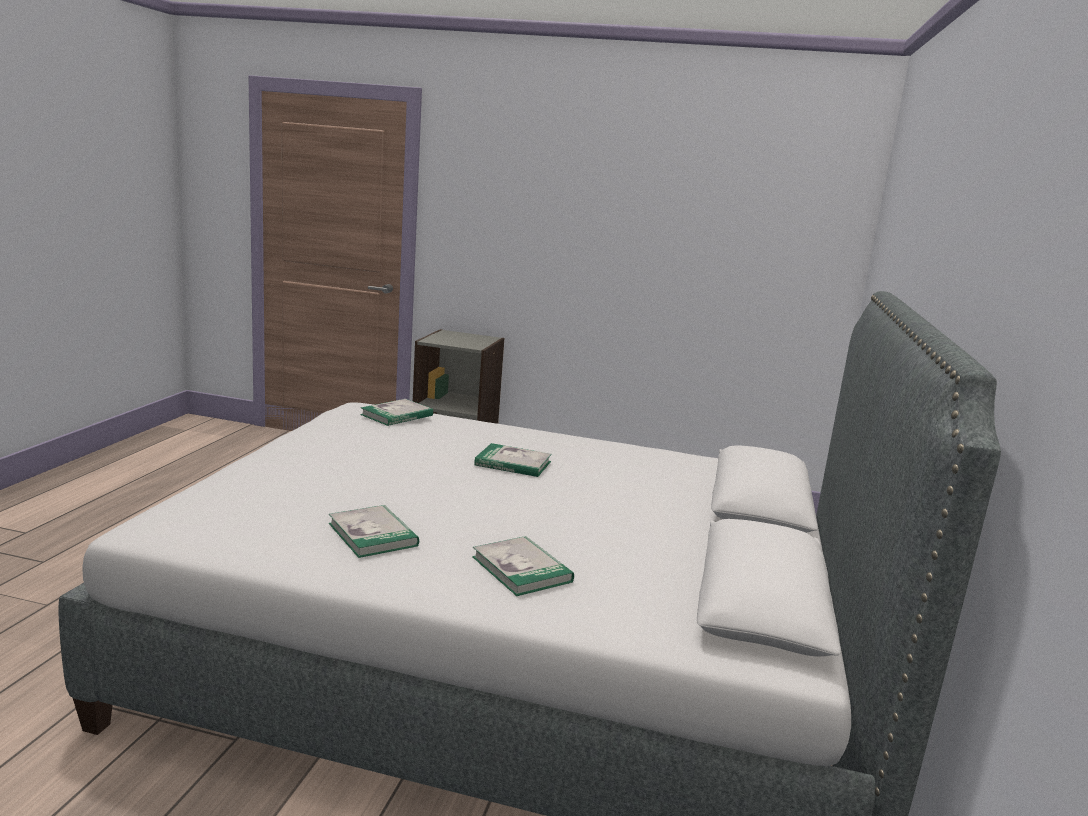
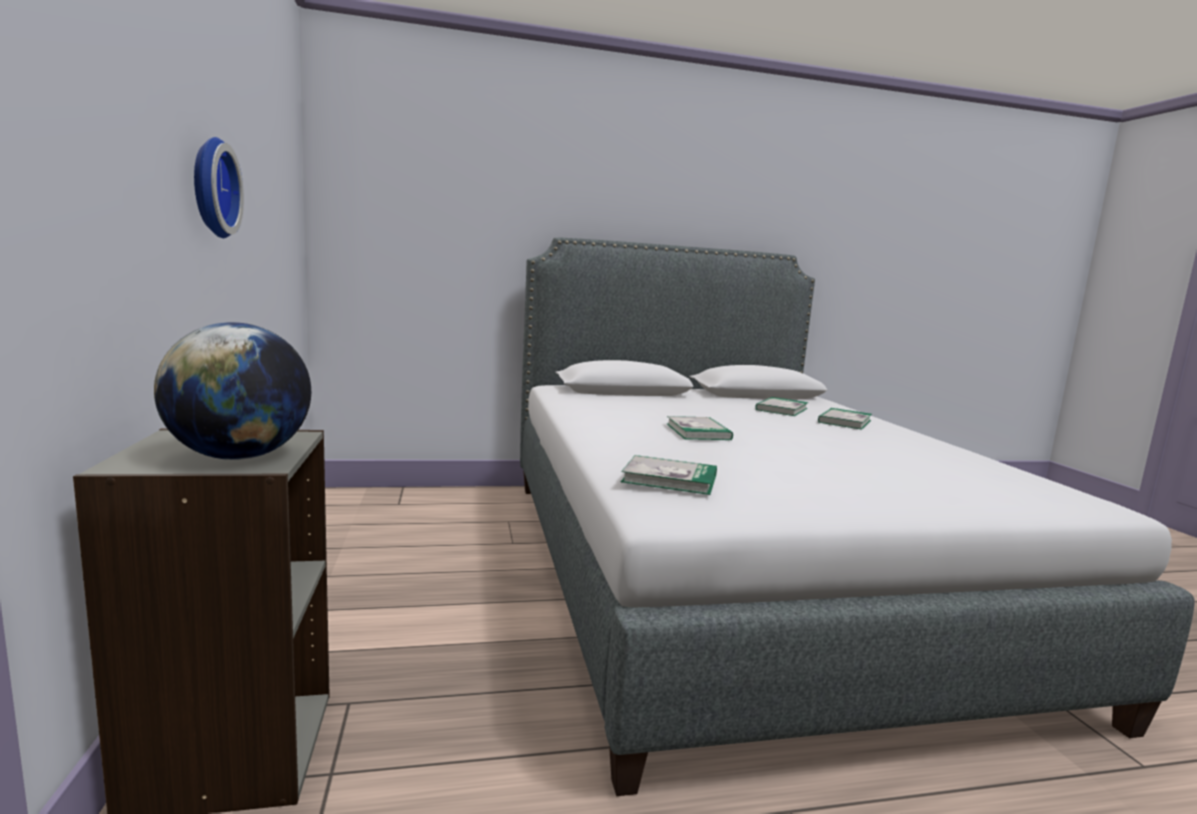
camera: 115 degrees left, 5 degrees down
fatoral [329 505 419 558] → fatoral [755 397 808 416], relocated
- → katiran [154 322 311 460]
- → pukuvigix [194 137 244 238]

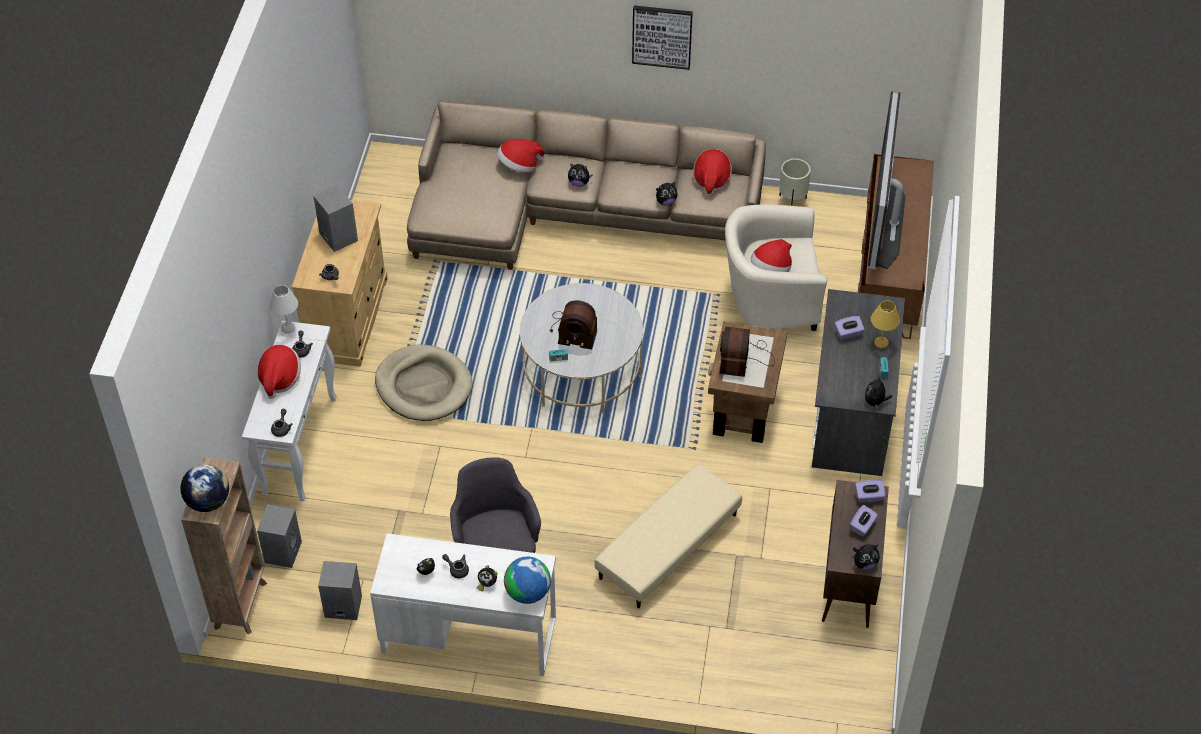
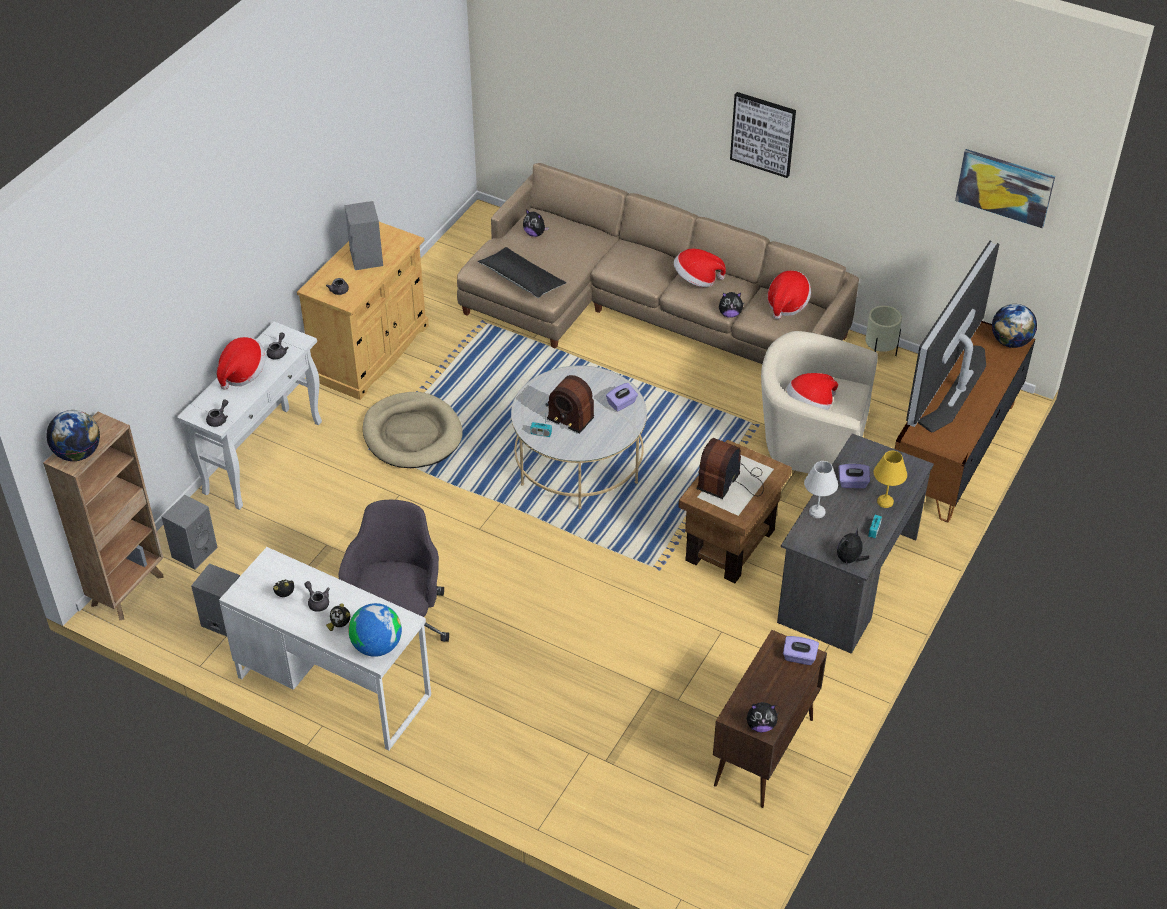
camera: 20 degrees right, 5 degrees down
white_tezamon [269 285 298 333] → white_tezamon [804 461 838 518], relocated
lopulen [497 139 544 172] → lopulen [674 249 726 287], relocated
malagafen [568 164 593 187] → malagafen [523 209 549 237], relocated
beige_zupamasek [595 465 742 608] → -
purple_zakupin [850 505 878 537] → purple_zakupin [606 383 638 412], relocated
- → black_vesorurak [477 247 566 298]
- → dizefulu [955 149 1055 228]
- → katiran [992 304 1037 348]

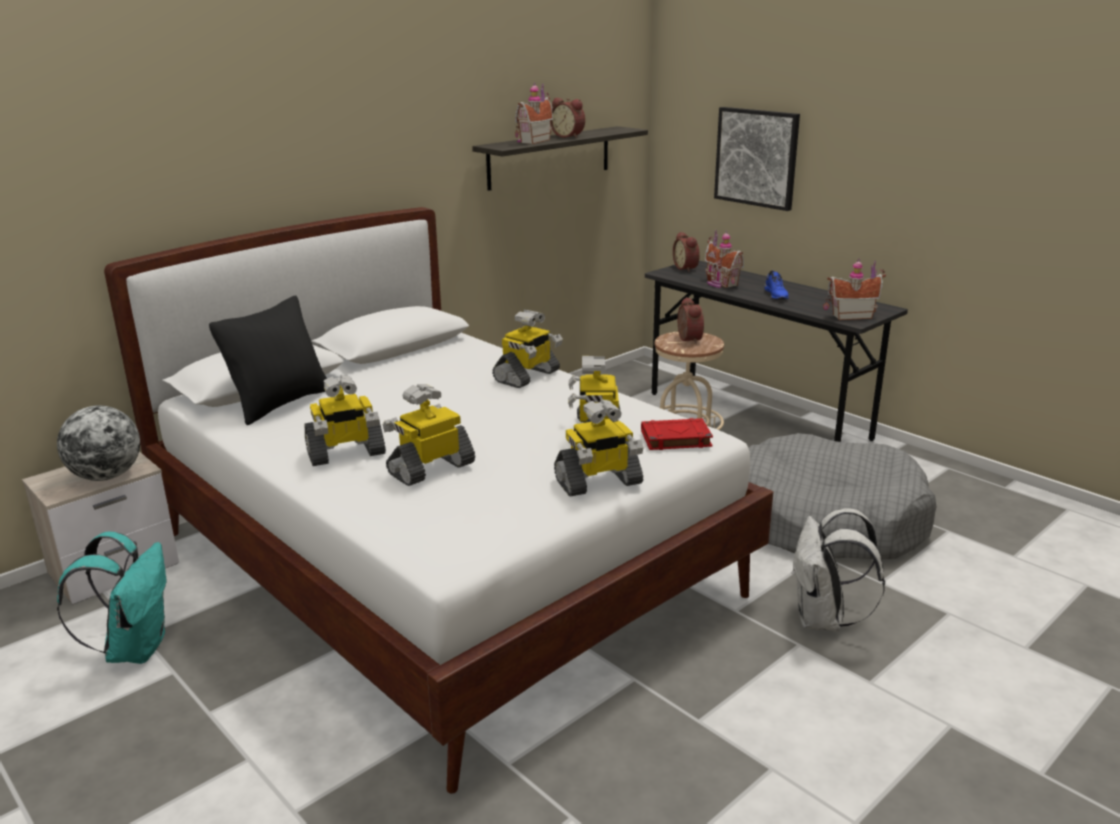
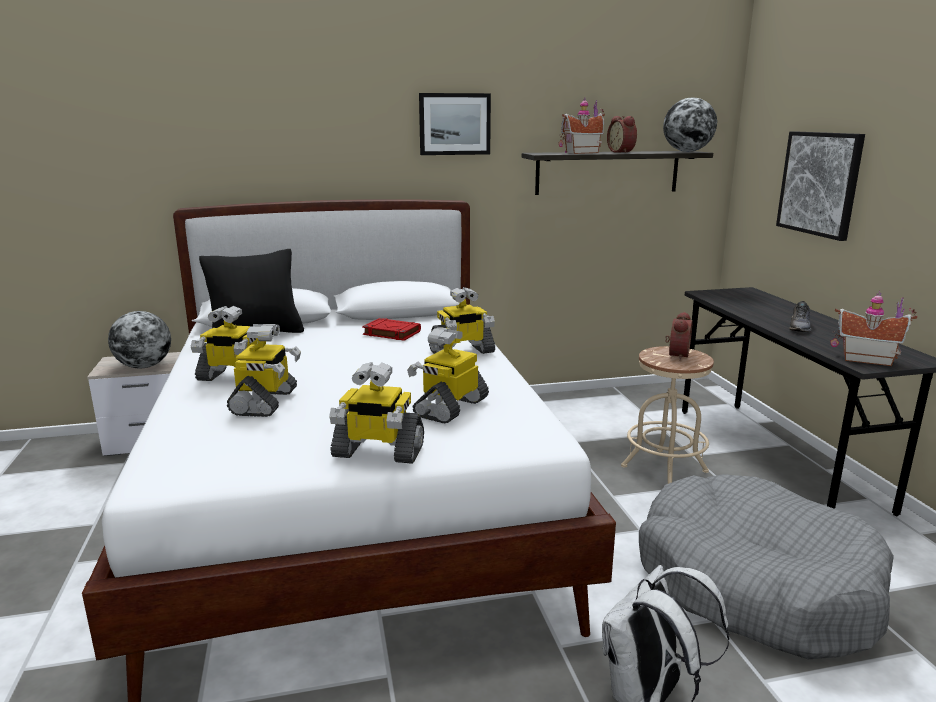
camera: 30 degrees right, 5 degrees down
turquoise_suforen [57 532 166 664] → -
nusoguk [383 384 475 486] → nusoguk [227 324 301 417], 105 degrees clockwise
red_fatoral [641 418 713 450] → red_fatoral [362 318 421 341], relocated
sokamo [673 232 700 272] → -
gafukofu [705 230 744 288] → -
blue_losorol [764 271 789 300] → grey_losorol [789 301 811 332]
- → dizefulu [419 93 491 155]
- → katiran [663 97 717 152]

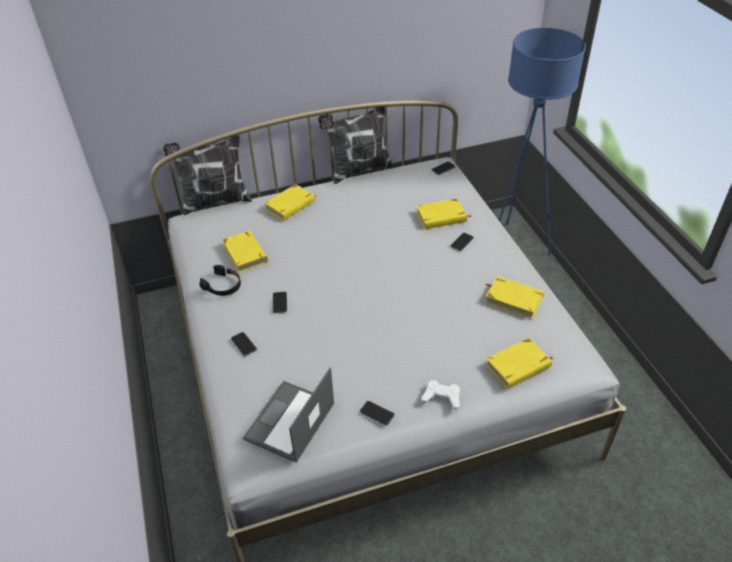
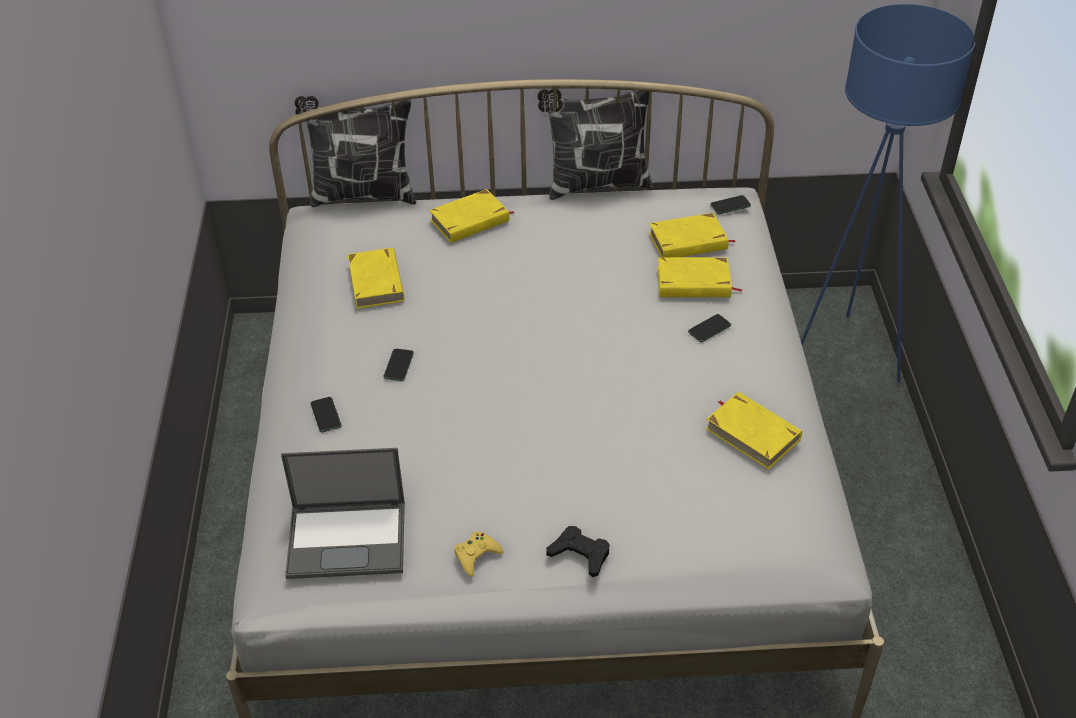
camera: 15 degrees right, 0 degrees up
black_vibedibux [199 265 241 296] → -
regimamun [243 368 334 463] → regimamun [281 448 405 579], 135 degrees counterclockwise
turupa [360 401 395 425] → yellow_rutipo [454 531 503 577]
white_rutipo [421 380 460 410] → black_rutipo [546 526 609 577]
yellow_fatoral [485 338 553 389] → yellow_fatoral [649 213 735 257], relocated

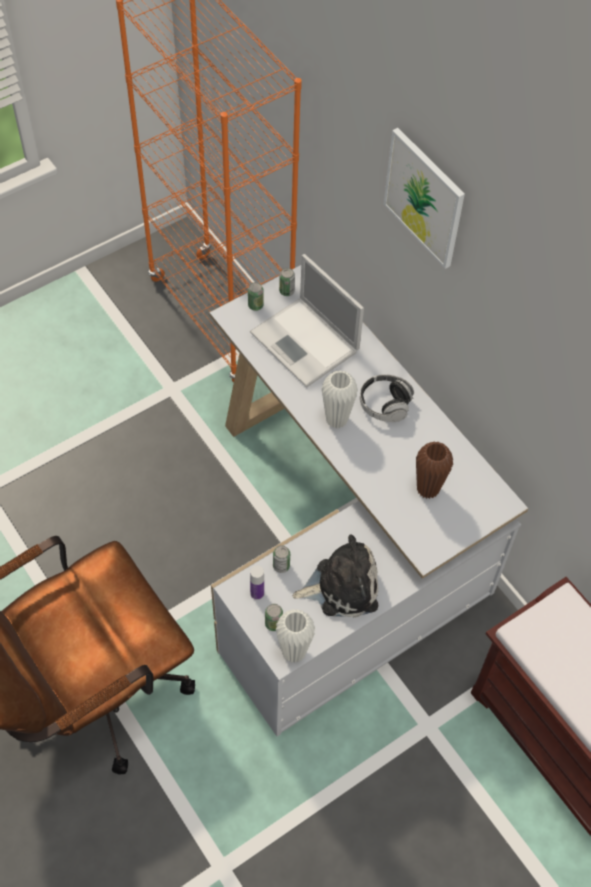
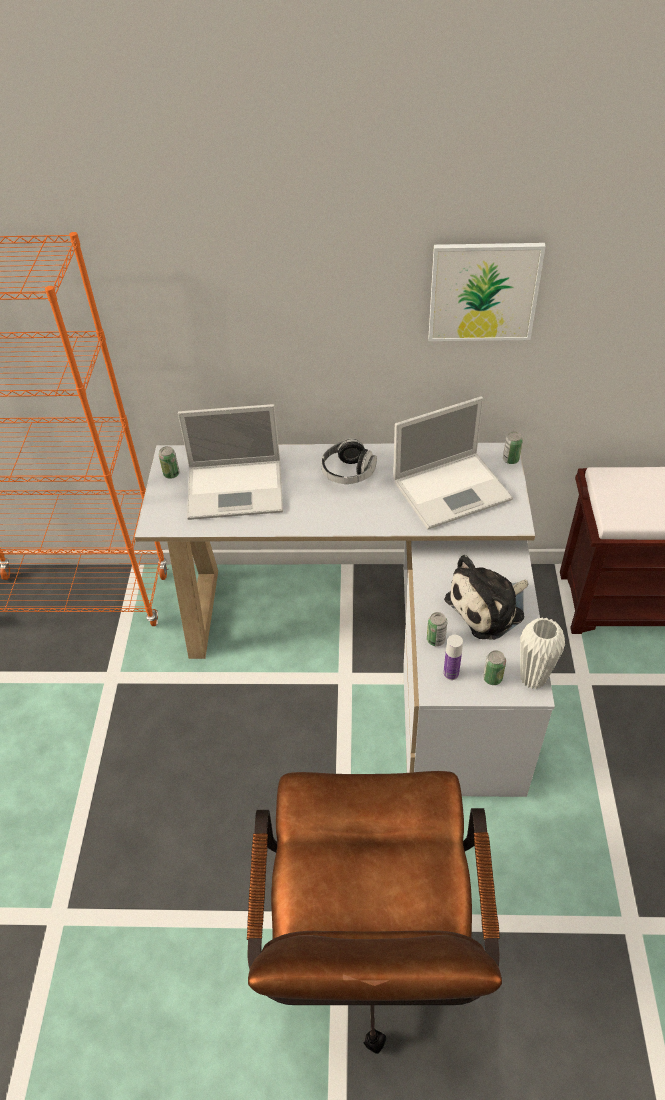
camera: 50 degrees left, 10 degrees down
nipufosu [248 282 264 311] → nipufosu [503 432 523 464], relocated
malagafen [292 534 378 618] → malagafen [444 555 528 640], 150 degrees counterclockwise
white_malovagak [322 370 358 429] → -
dizefulu [384 128 465 269] → dizefulu [428 243 546 341], relocated
brown_malovagak [416 442 453 499] → regimamun [393 396 513 529]

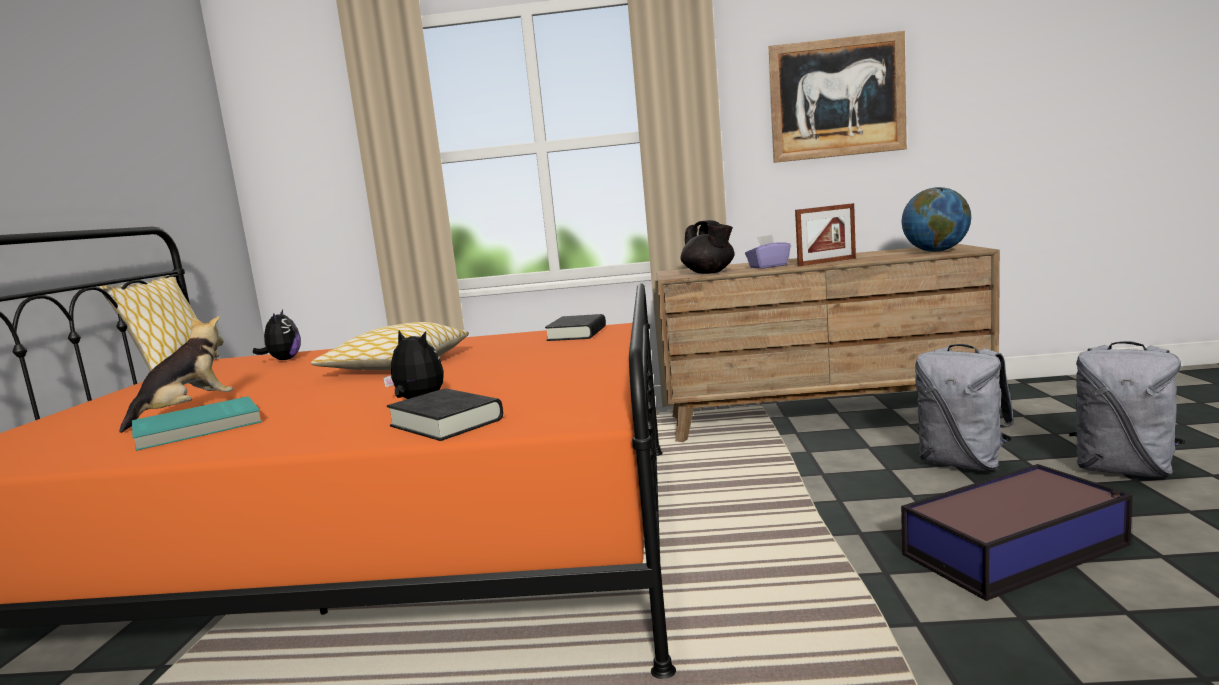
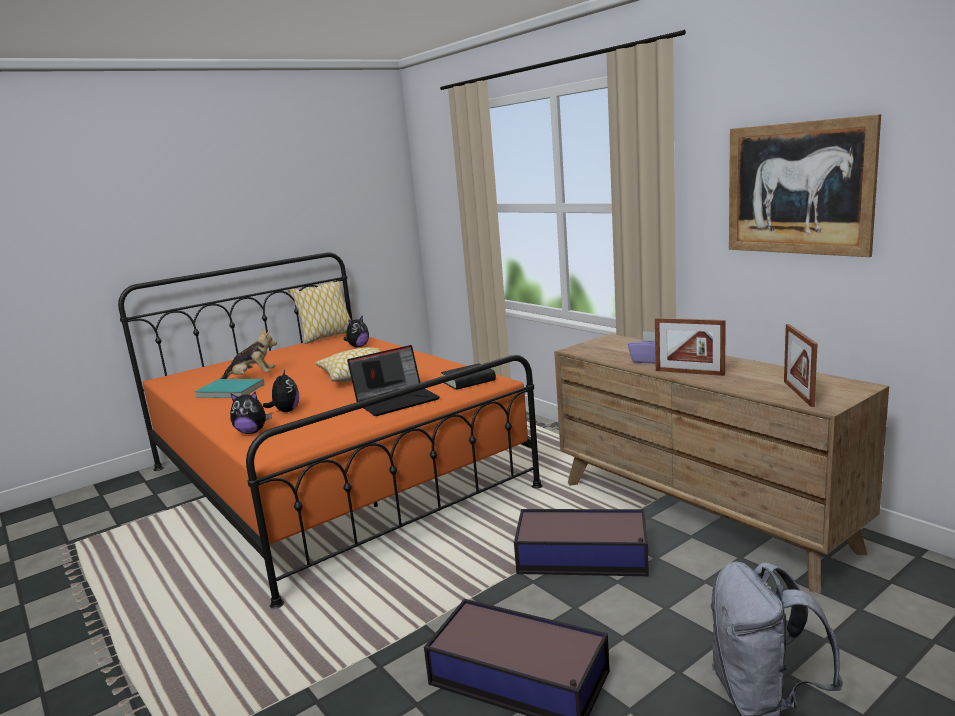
camera: 50 degrees right, 5 degrees up
black_fatoral [387 388 503 441] → malagafen [230 392 271 434]
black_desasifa [680 220 735 274] → -
katiran [902 187 971 252] → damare [784 324 818 407]
grey_suforen [915 344 1015 471] → -
- → regimamun [347 345 440 416]
- → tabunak [514 509 649 576]

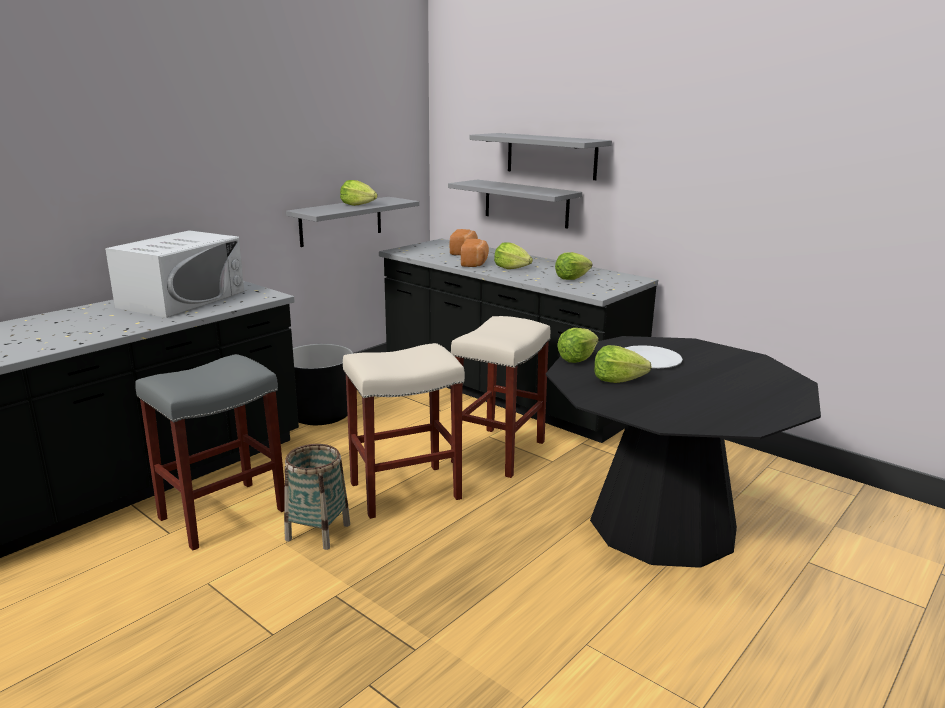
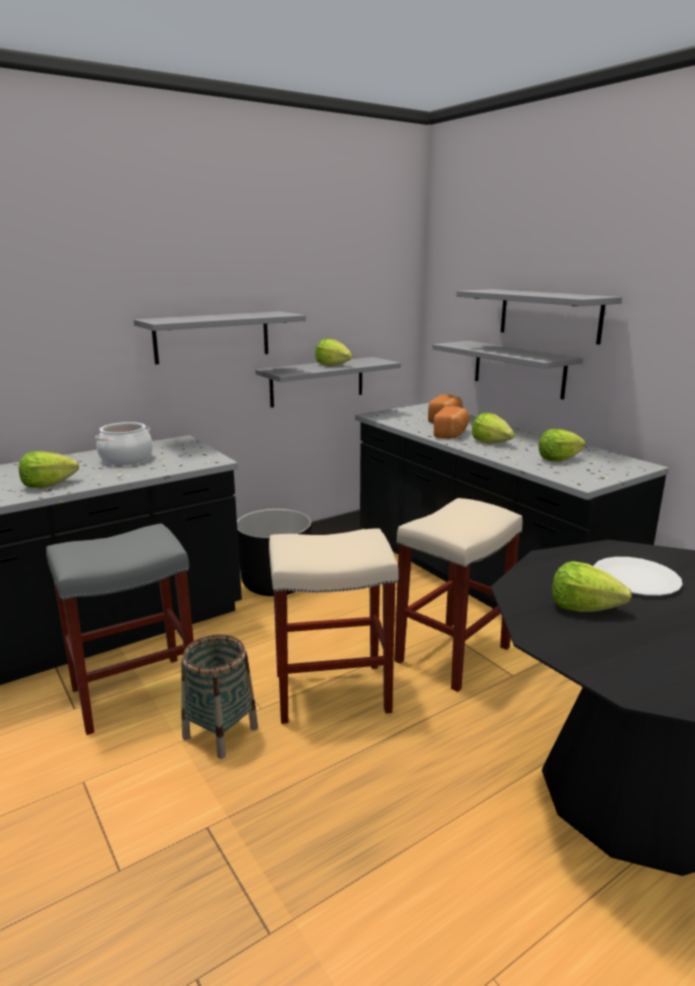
camera: 15 degrees right, 0 degrees up
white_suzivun [105 230 244 318] → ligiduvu [95 422 153 465]
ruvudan [557 328 599 363] → ruvudan [19 451 79 488], relocated
- → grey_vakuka [134 311 306 365]

